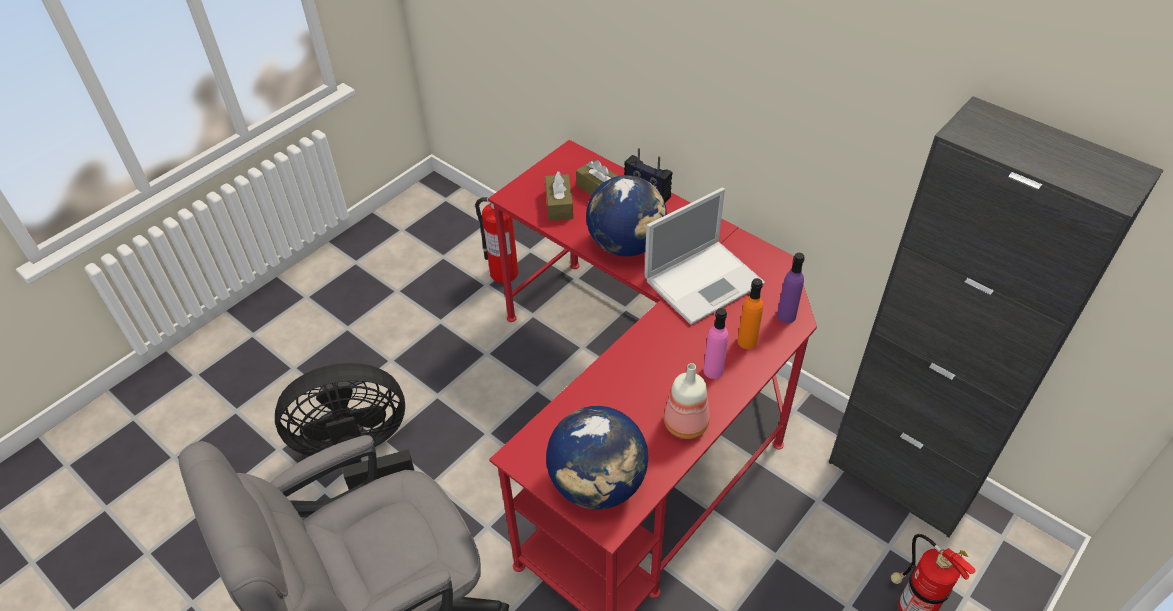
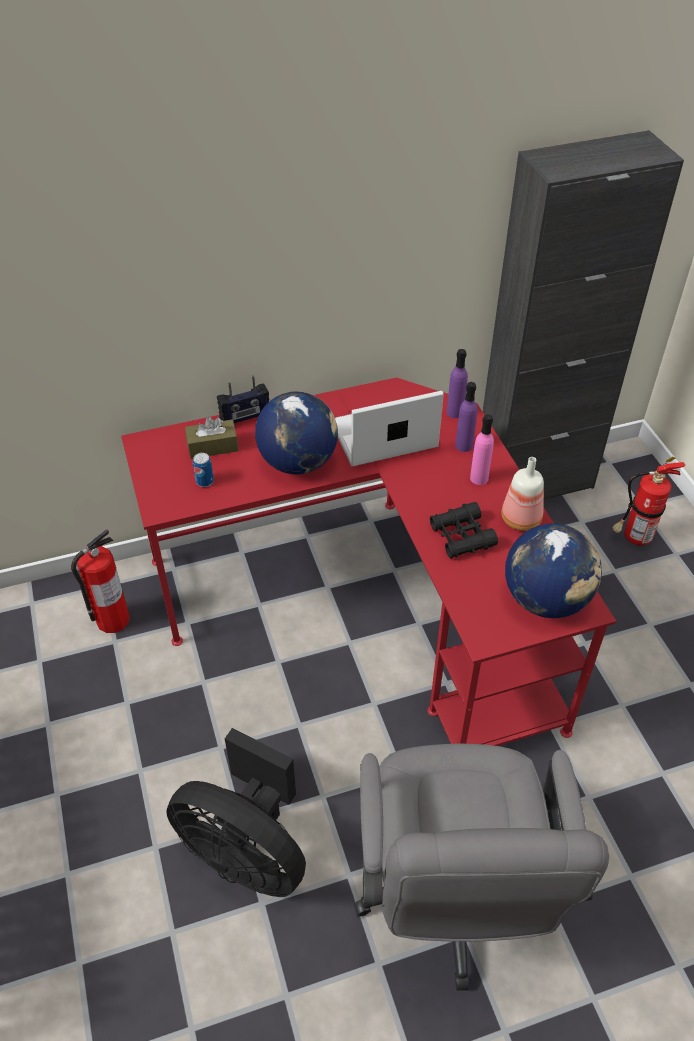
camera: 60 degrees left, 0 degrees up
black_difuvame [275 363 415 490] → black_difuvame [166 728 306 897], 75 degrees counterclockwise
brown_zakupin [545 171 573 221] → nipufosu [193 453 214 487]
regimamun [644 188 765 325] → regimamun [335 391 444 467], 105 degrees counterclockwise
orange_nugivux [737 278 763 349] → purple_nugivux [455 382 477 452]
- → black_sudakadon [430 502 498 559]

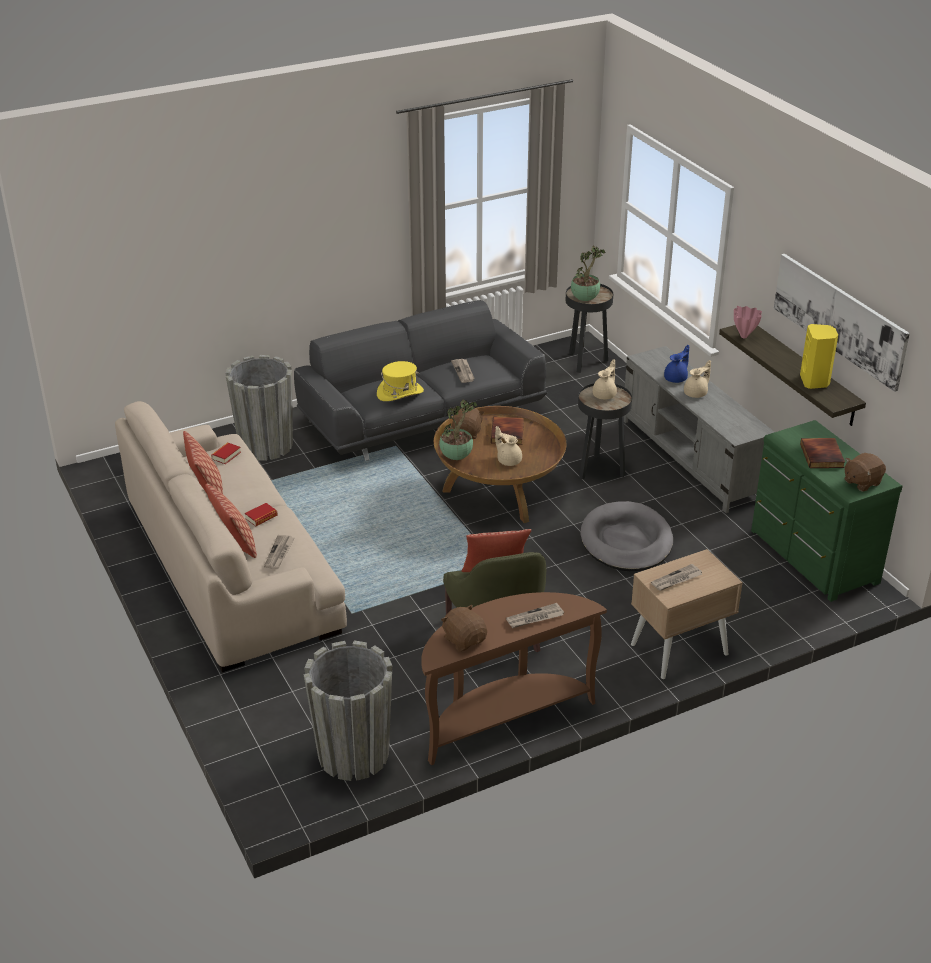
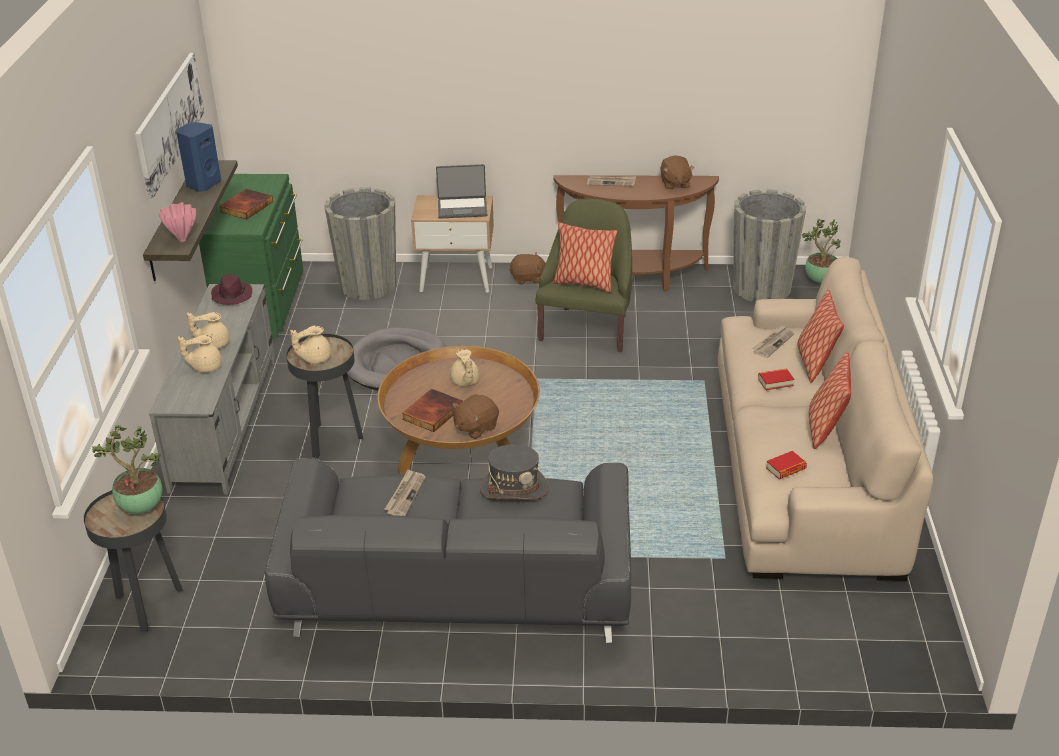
camera: 150 degrees left, 0 degrees up
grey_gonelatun [225 355 293 461] → grey_gonelatun [324 187 396 300], relocated
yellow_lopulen [377 361 424 401] → grey_lopulen [480 444 549 500]
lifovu [439 399 478 460] → lifovu [802 219 841 283], relocated
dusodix [651 564 702 591] → regimamun [436 164 487 219]
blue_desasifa [664 345 689 383] → beige_desasifa [178 335 222 372]
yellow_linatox [800 324 838 389] → blue_linatox [176 122 221 192]
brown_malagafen [844 453 886 492] → brown_malagafen [509 252 546 285], relocated
- → purple_lopulen [211 274 252 305]

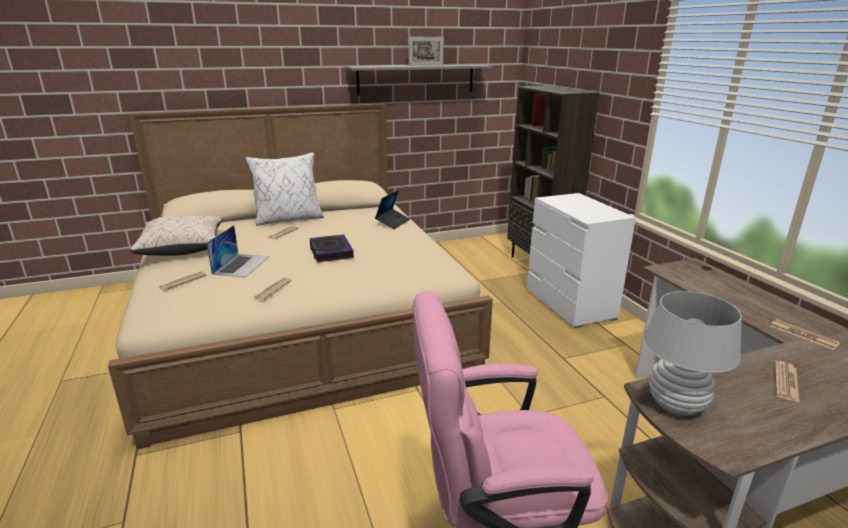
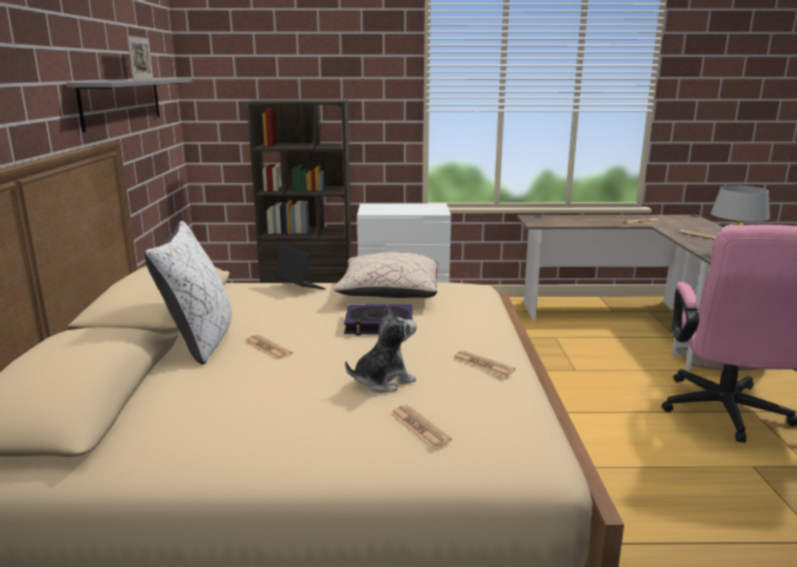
camera: 70 degrees left, 5 degrees down
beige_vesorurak [130 216 223 256] → beige_vesorurak [334 252 438 298], relocated
regimamun [207 225 269 277] → malagafen [345 304 417 393]

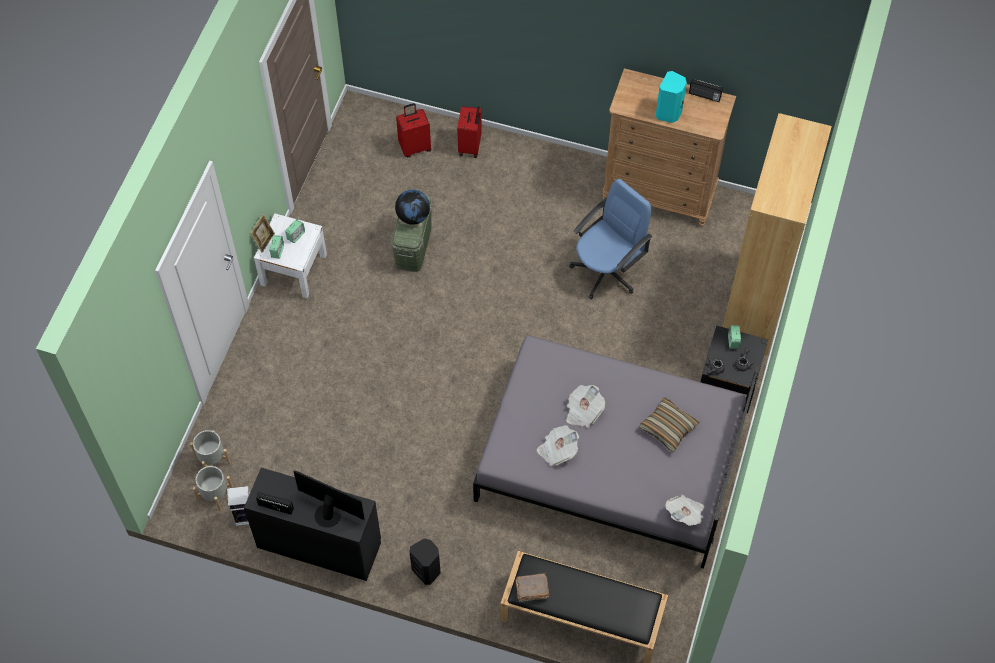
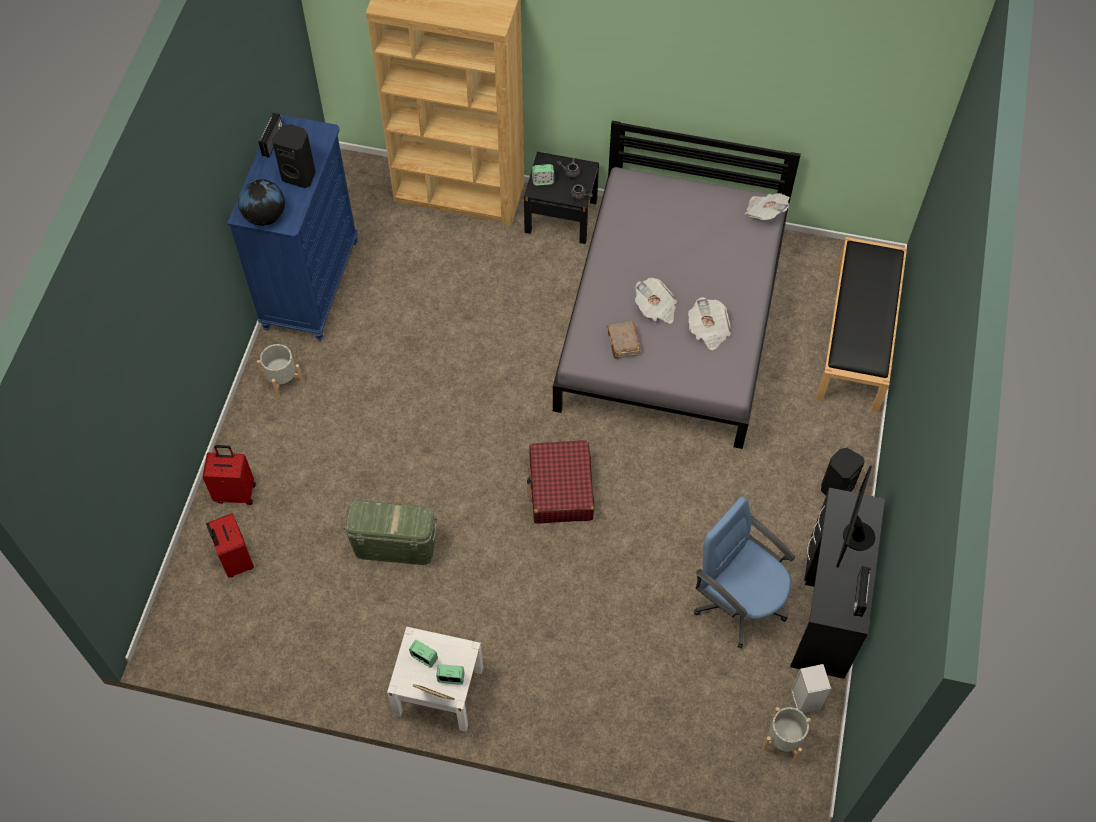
camera: 95 degrees left, 0 degrees up
grey_gonelatun [190 430 231 468] → grey_gonelatun [257 344 304 399], relocated
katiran [395 190 430 225] → katiran [238 179 285 226], relocated
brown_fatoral [516 573 549 602] → brown_fatoral [607 321 641 359], relocated
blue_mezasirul [569 179 652 299] → blue_mezasirul [694 497 795 649], relocated
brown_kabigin [602 68 736 226] → blue_kabigin [227 115 358 341]
vesorurak [639 397 700 452] → -
turquoise_linatox [656 71 687 123] → black_linatox [271 124 316 188]
- → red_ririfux [527 440 594 524]

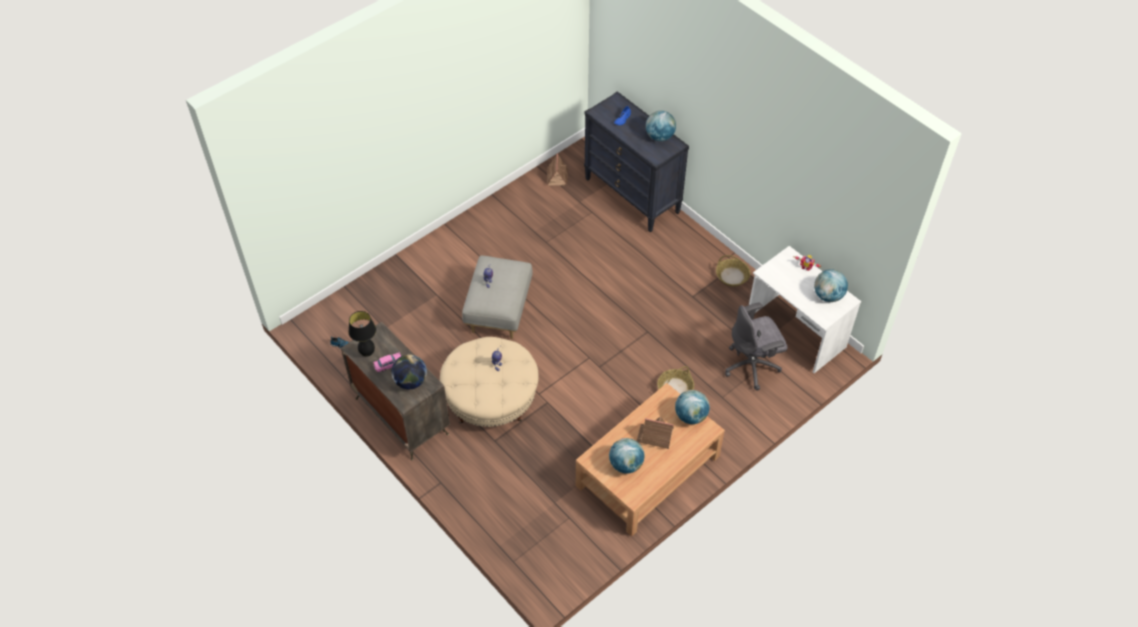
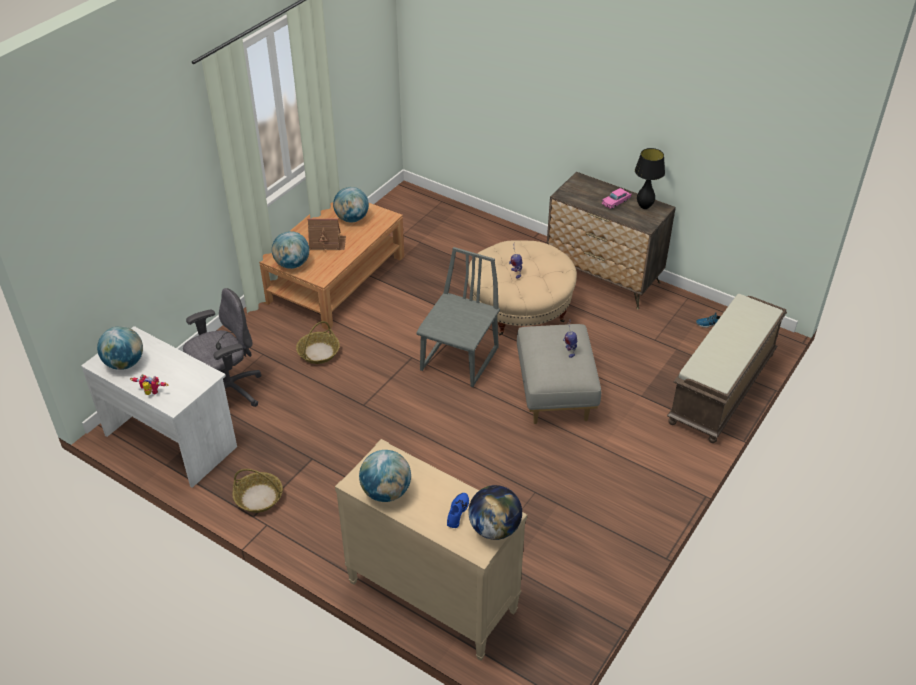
camera: 165 degrees right, 10 degrees down
katiran [391 354 427 389] → katiran [468 485 522 540], relocated
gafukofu [547 153 568 186] → -
black_kabigin [584 91 689 232] → beige_kabigin [335 439 527 660]
- → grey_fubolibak [416 247 500 387]
- → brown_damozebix [667 293 787 443]

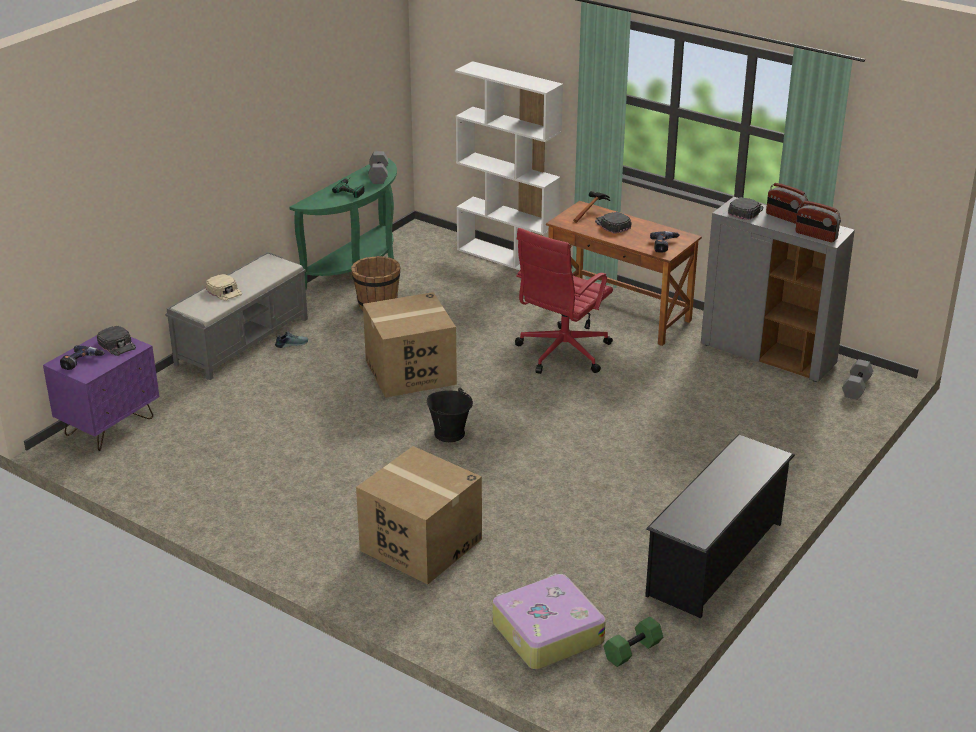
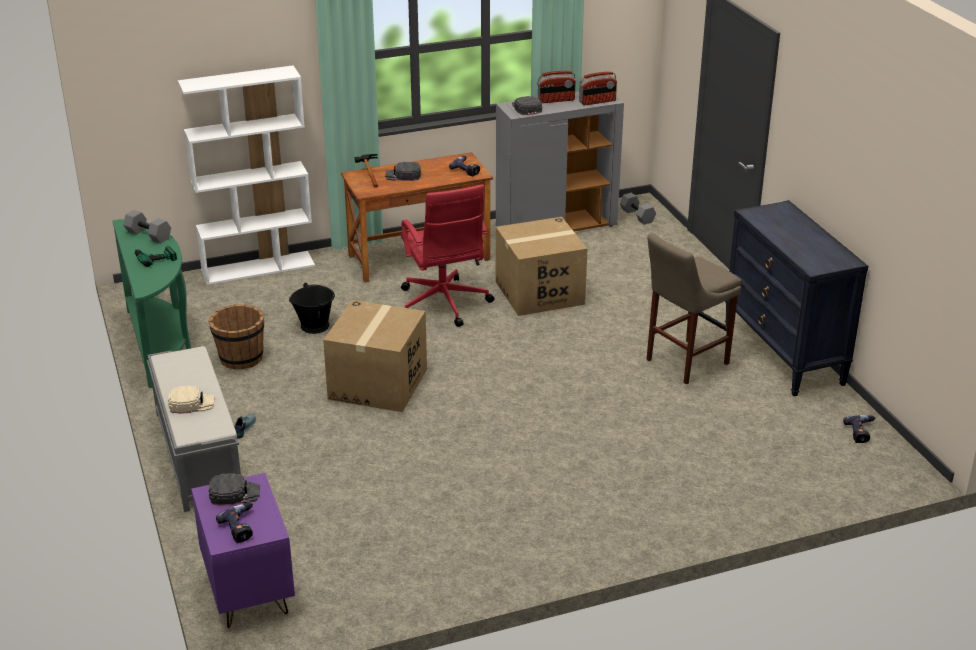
camera: 55 degrees left, 0 degrees up
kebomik [356 446 482 585] → kebomik [496 217 587 316], relocated
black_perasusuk [427 388 473 442] → black_perasusuk [289 283 335 334], relocated
ririfux [493 573 606 670] → -
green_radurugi [603 617 663 667] → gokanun [843 415 875 443]
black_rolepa [645 434 795 618] → black_kabigin [725 200 868 396]
- → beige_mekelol [646 233 741 384]

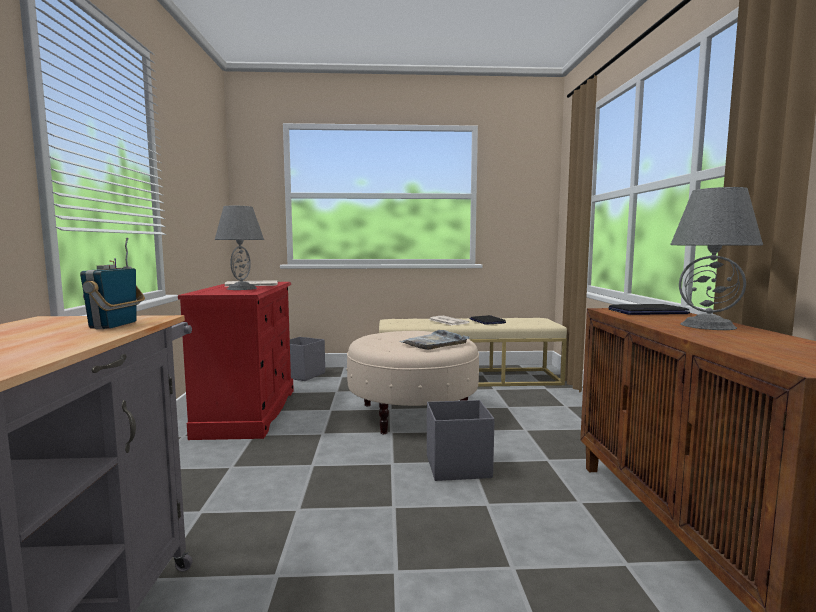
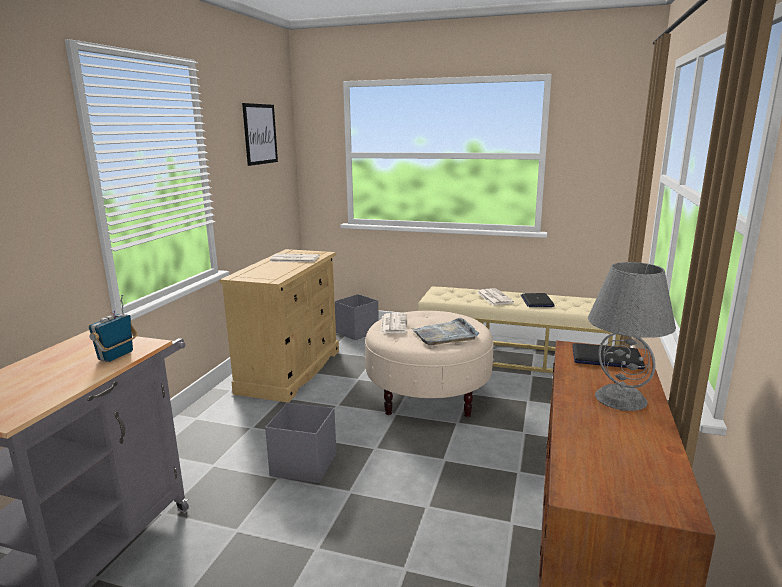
camera: 20 degrees right, 10 degrees up
red_kabigin [178 282 294 440] → beige_kabigin [219 249 339 402]
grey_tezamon [215 206 264 290] → -
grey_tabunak [427 400 494 481] → grey_tabunak [265 402 336 483], relocated
- → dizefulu [242 103 278 166]
- → dusodix [380 313 407 334]

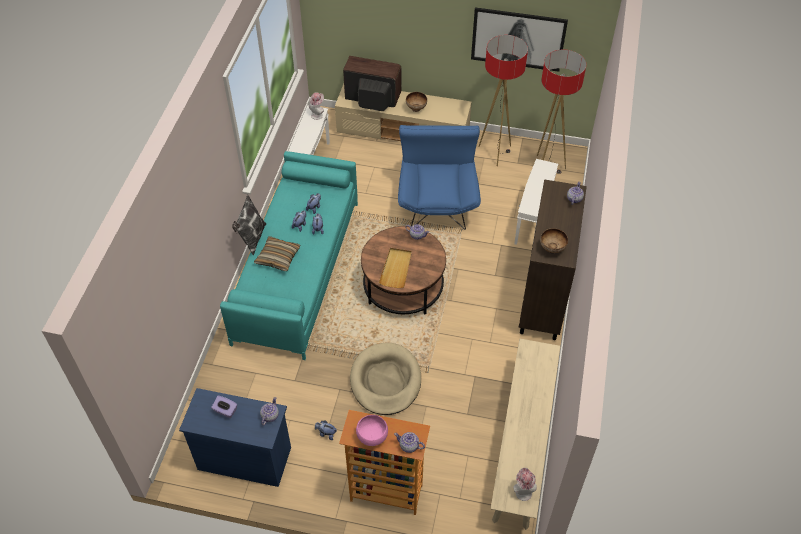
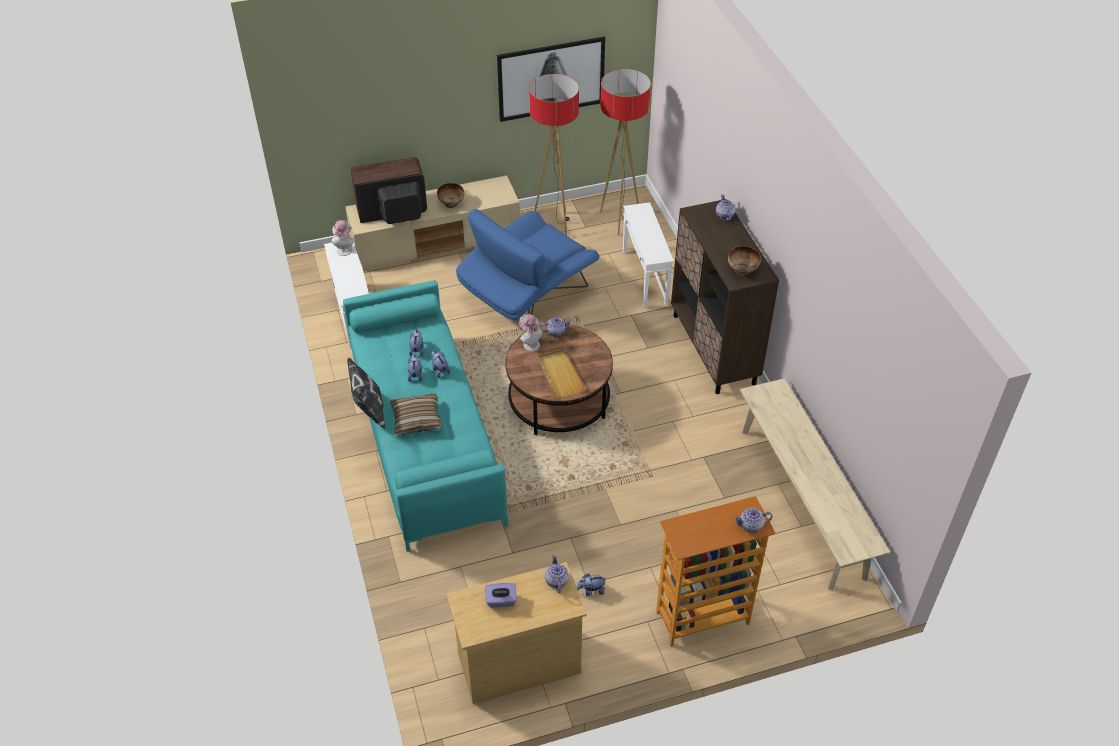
camera: 30 degrees left, 5 degrees down
blue_kabigin [179 388 291 487] → beige_kabigin [446 562 587 704]
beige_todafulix [350 343 421 415] → -
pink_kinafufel [356 415 388 446] → -
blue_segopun [398 125 481 230] → blue_segopun [456 209 599 321], 105 degrees counterclockwise
lopulen [513 468 537 501] → lopulen [519 314 542 351], relocated

